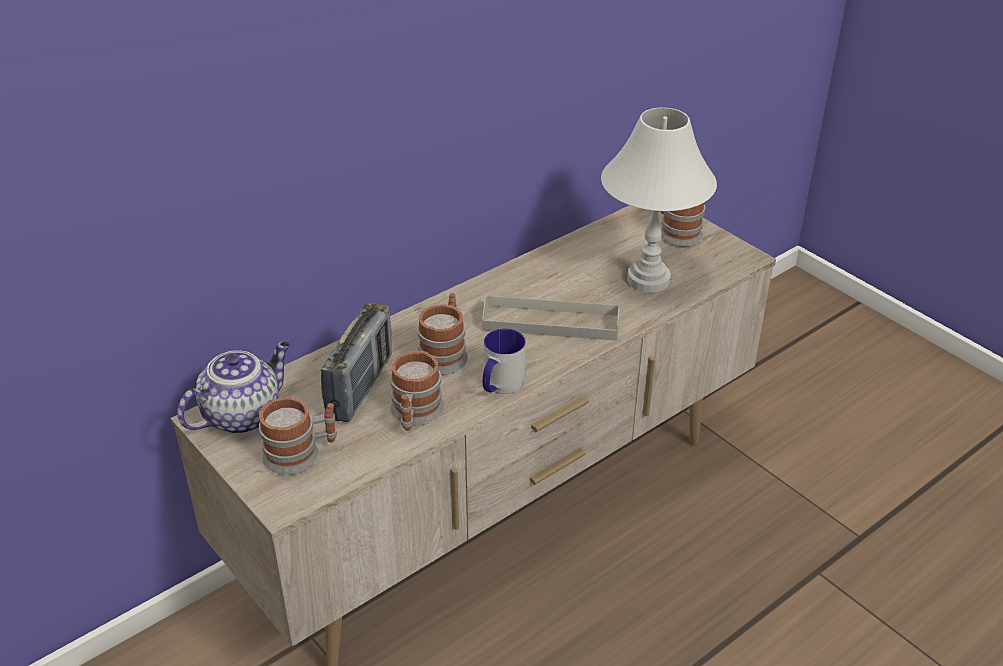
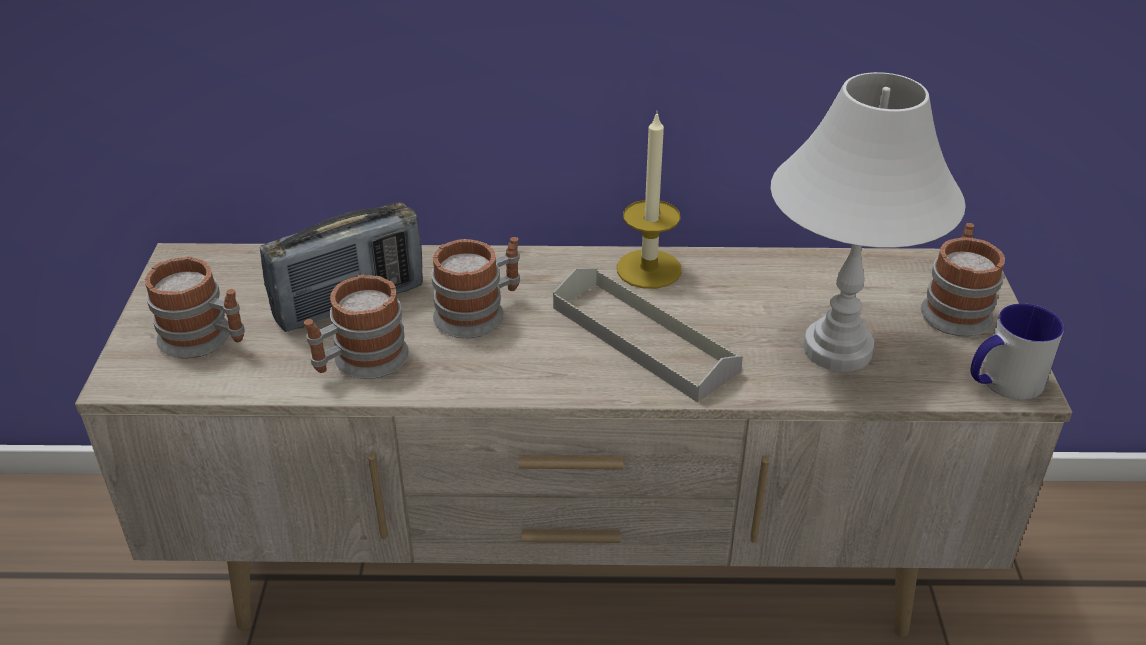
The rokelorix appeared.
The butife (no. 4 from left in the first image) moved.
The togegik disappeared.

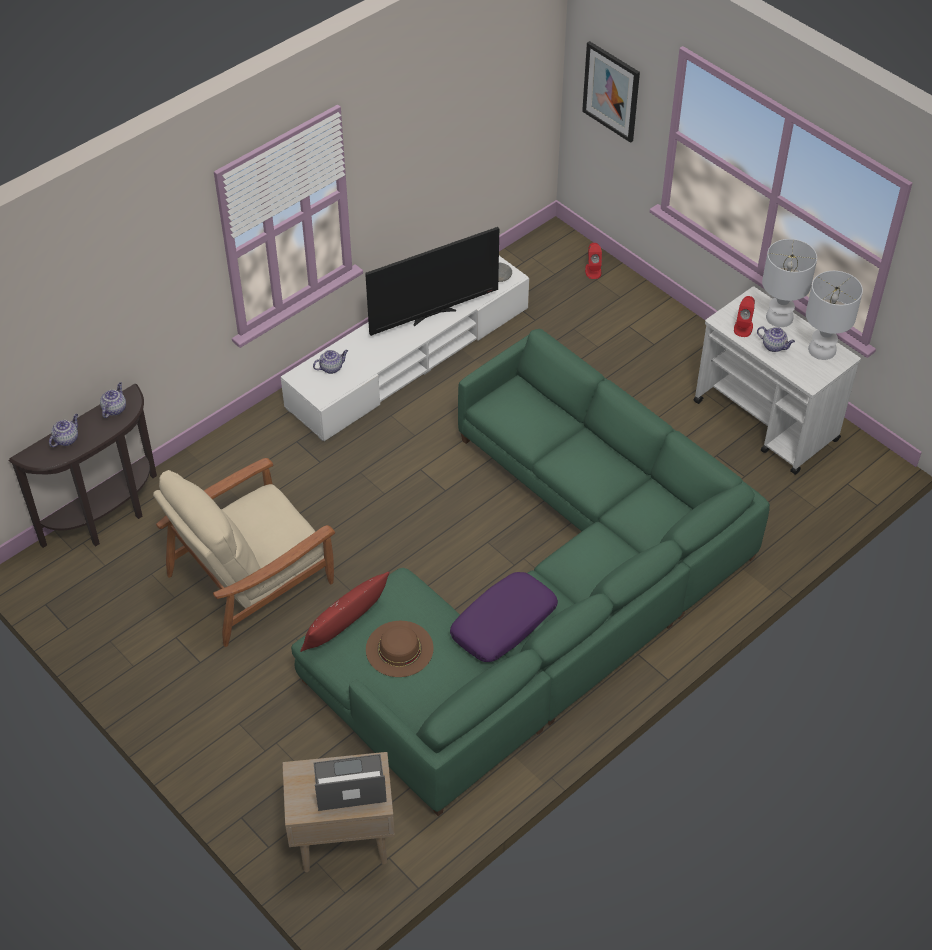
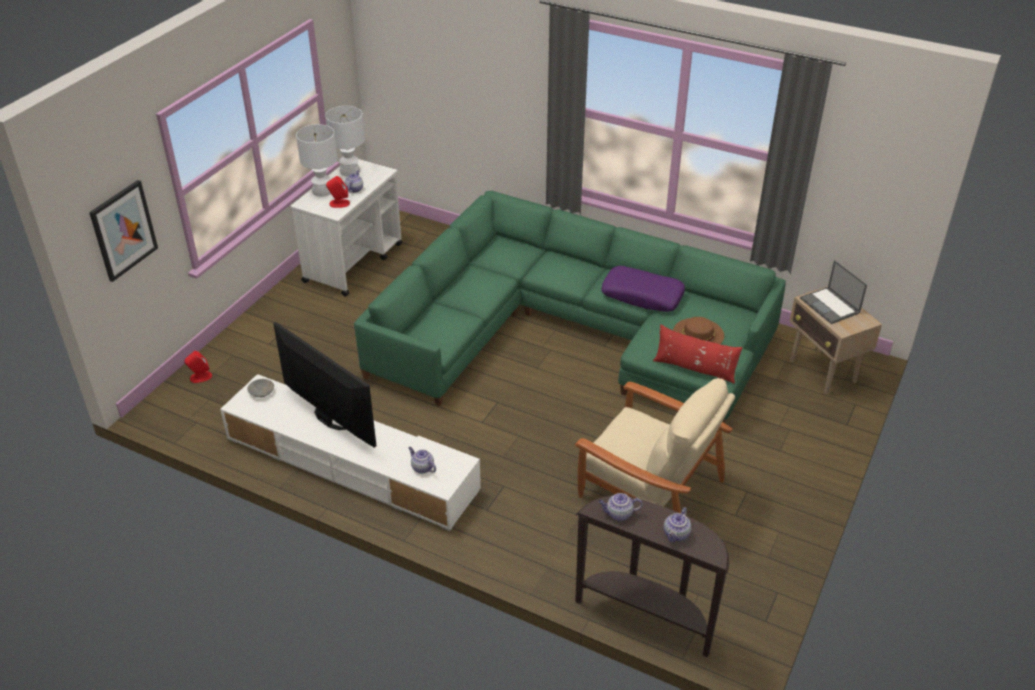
The togegik (no. 1 from left in the first image) turned 75 degrees counterclockwise.

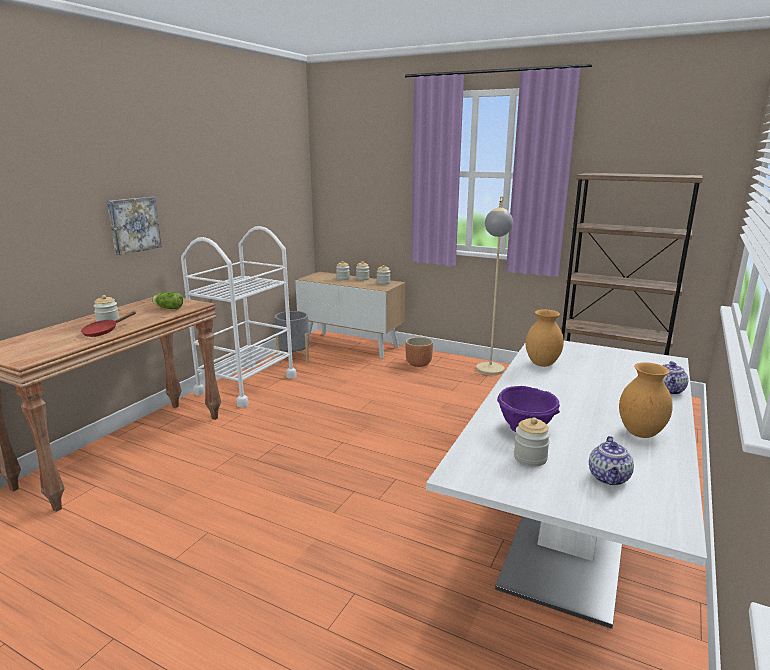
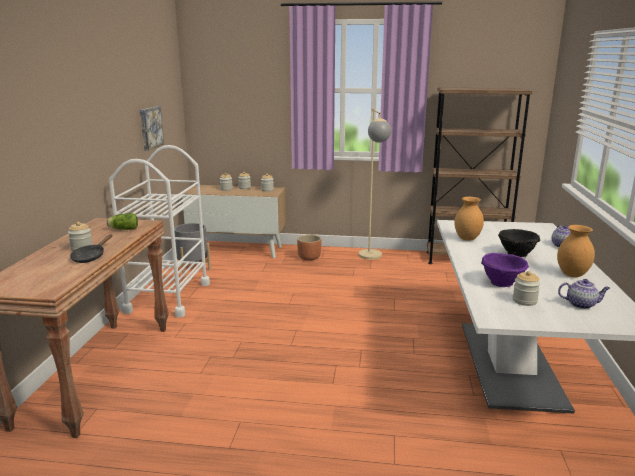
The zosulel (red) became the zosulel (black).
The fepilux moved.
The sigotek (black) appeared.
The togegik (no. 1 from left in the first image) turned 75 degrees counterclockwise.

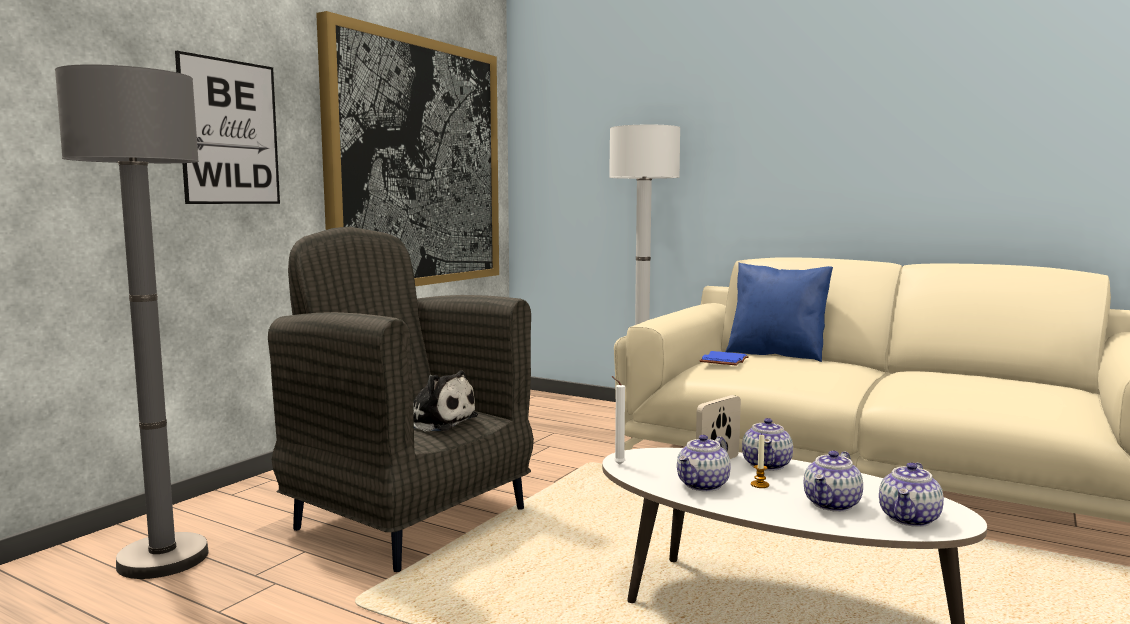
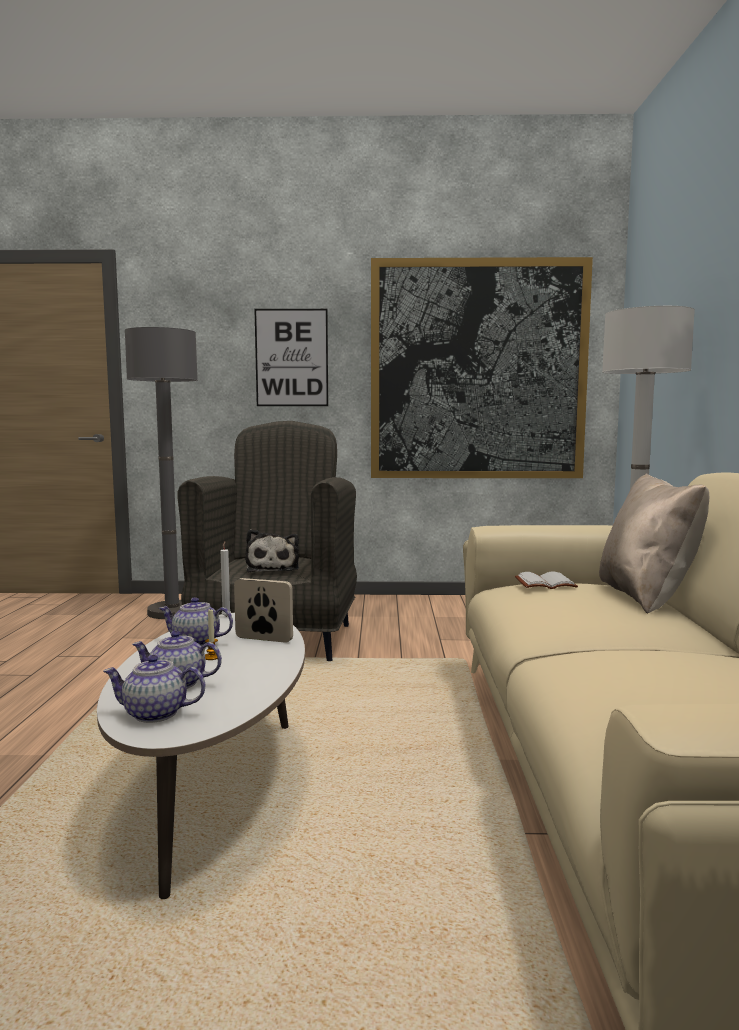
The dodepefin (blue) became the dodepefin (white).
The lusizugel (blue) became the lusizugel (beige).
The togegik (no. 2 from left) disappeared.

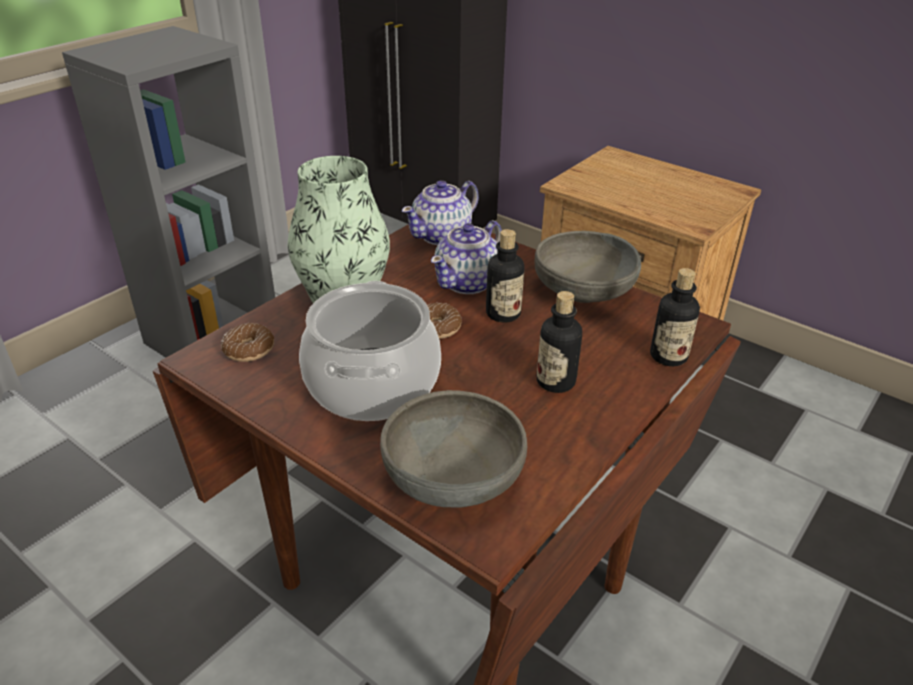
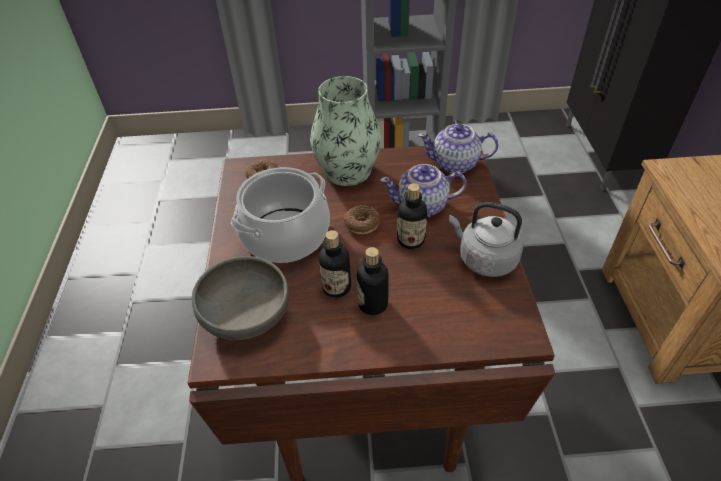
The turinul (no. 3 from left in the first image) moved.
The sigotek (grey) (no. 2 from left) was replaced by the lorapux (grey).

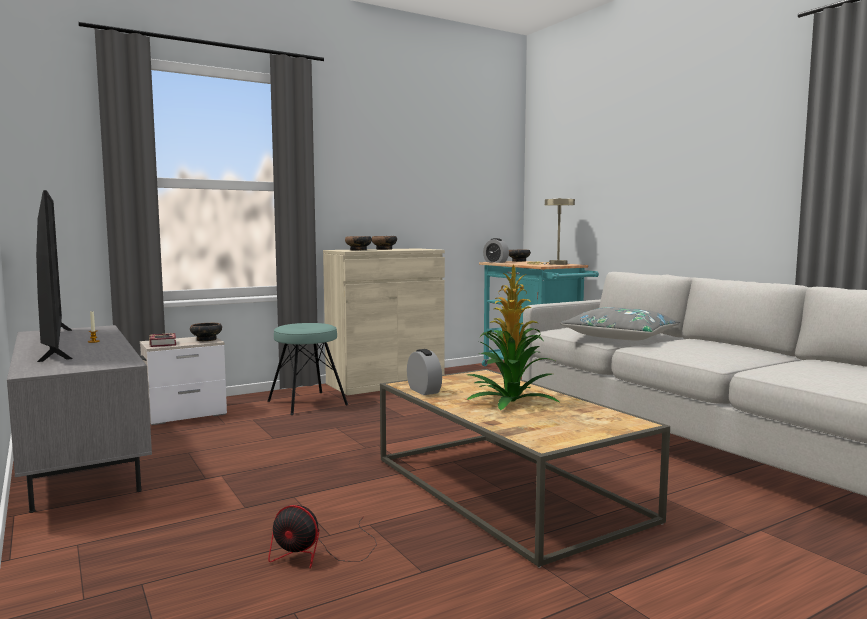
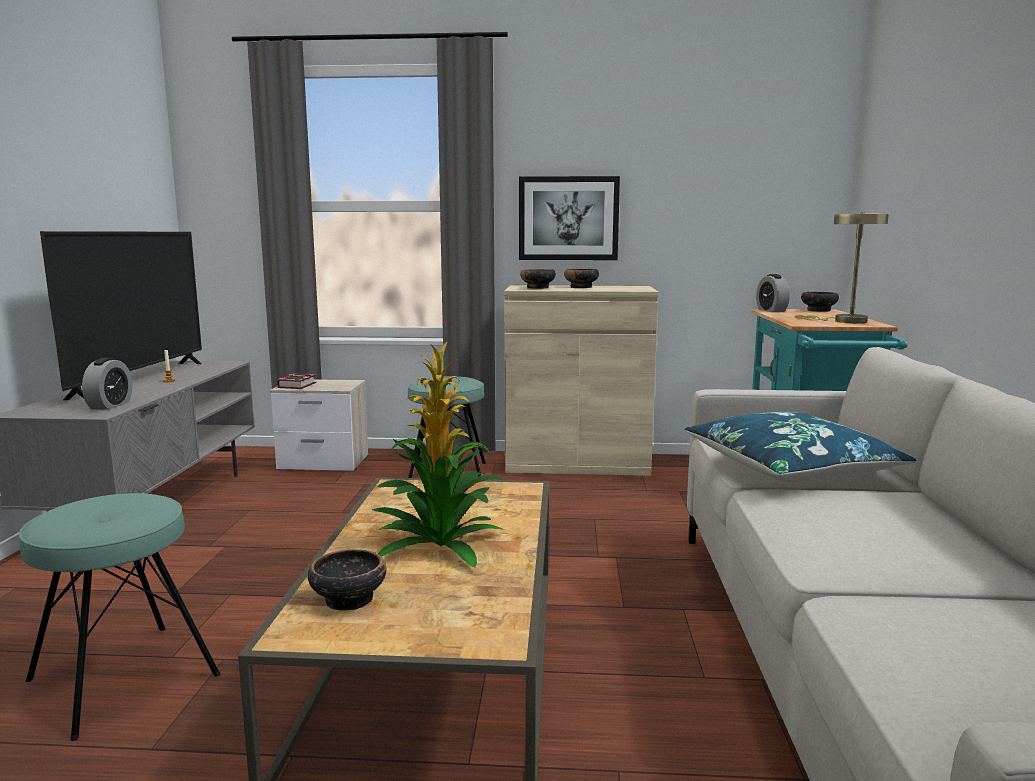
The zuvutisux was replaced by the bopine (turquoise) (no. 1 from left).
The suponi (no. 1 from left) moved.
The sigotek (no. 1 from left) moved.
The fepilux appeared.
The lusizugel (grey) became the lusizugel (blue).

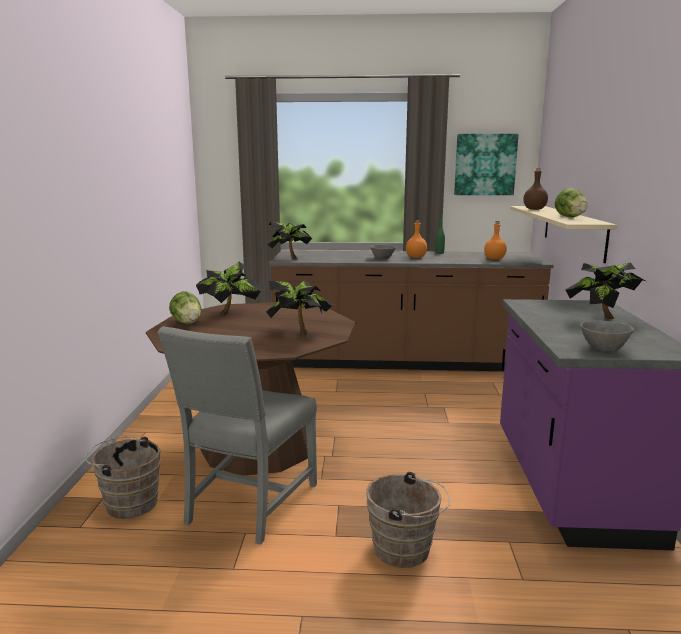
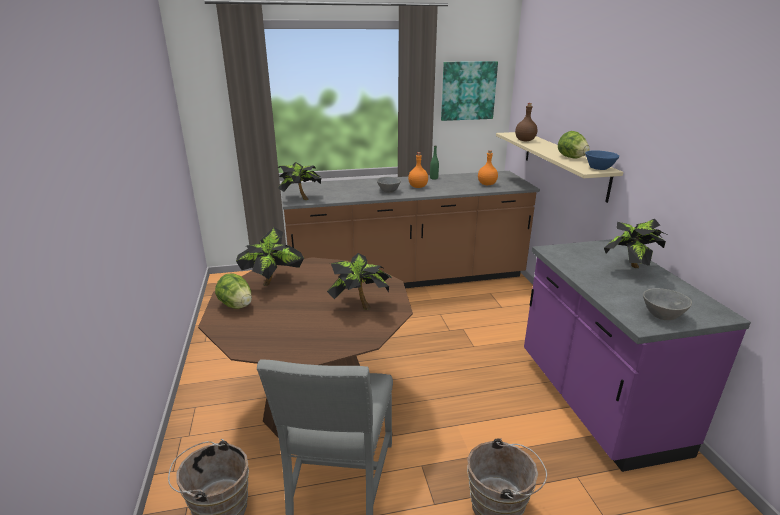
The sigotek (blue) appeared.

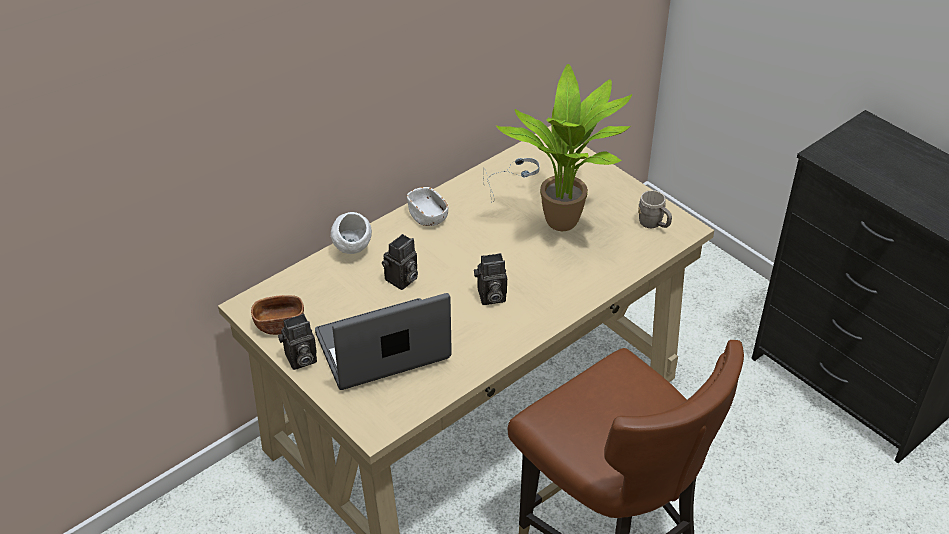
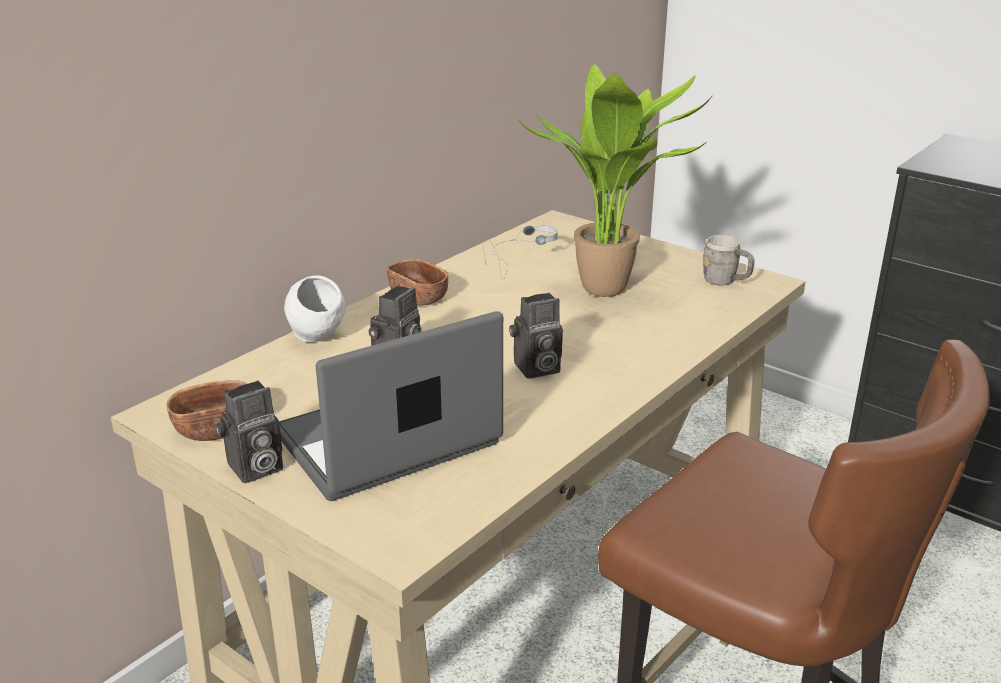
The sigotek (white) (no. 2 from left) became the sigotek (brown) (no. 2 from left).

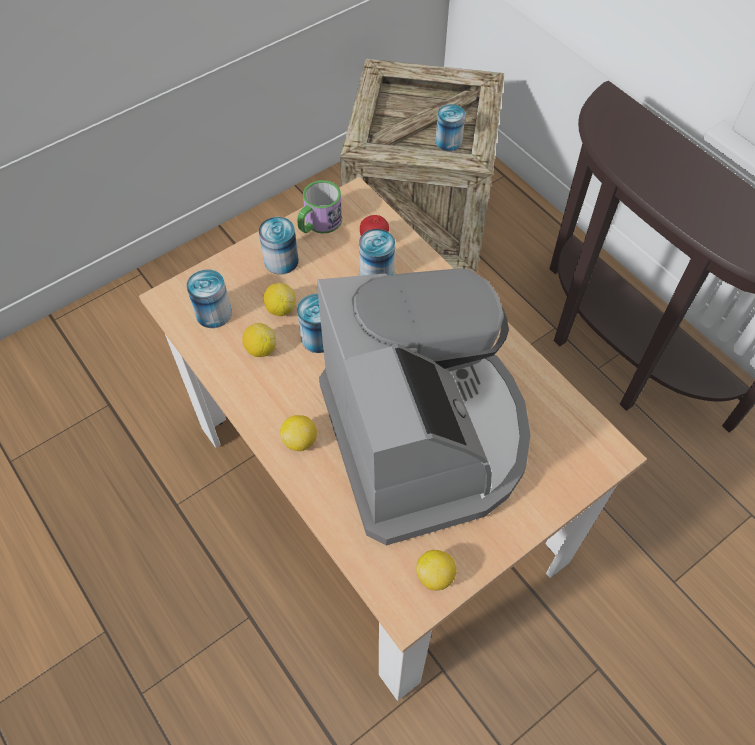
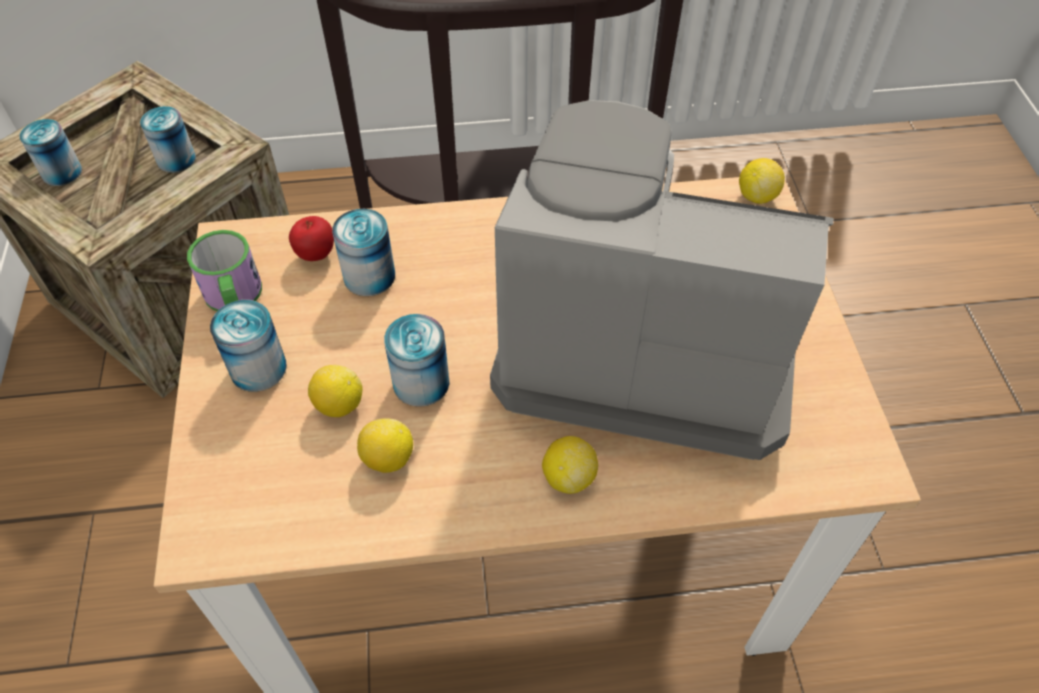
The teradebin (no. 1 from left) moved.
The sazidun (no. 4 from left) moved.

